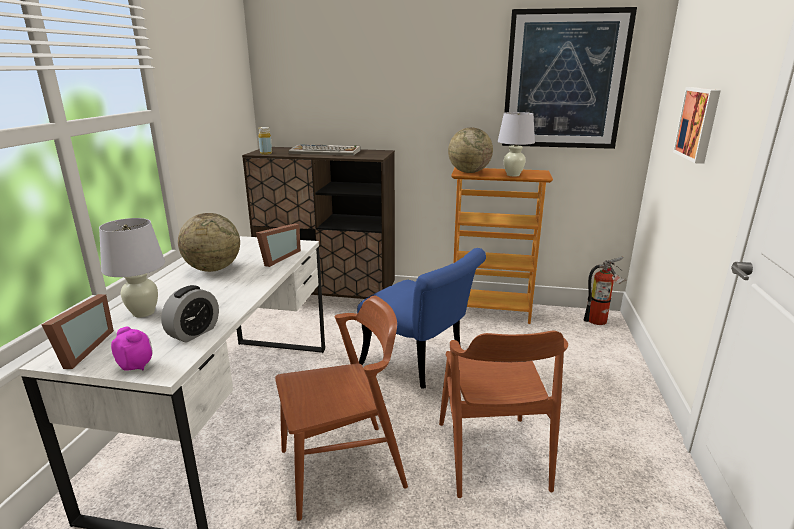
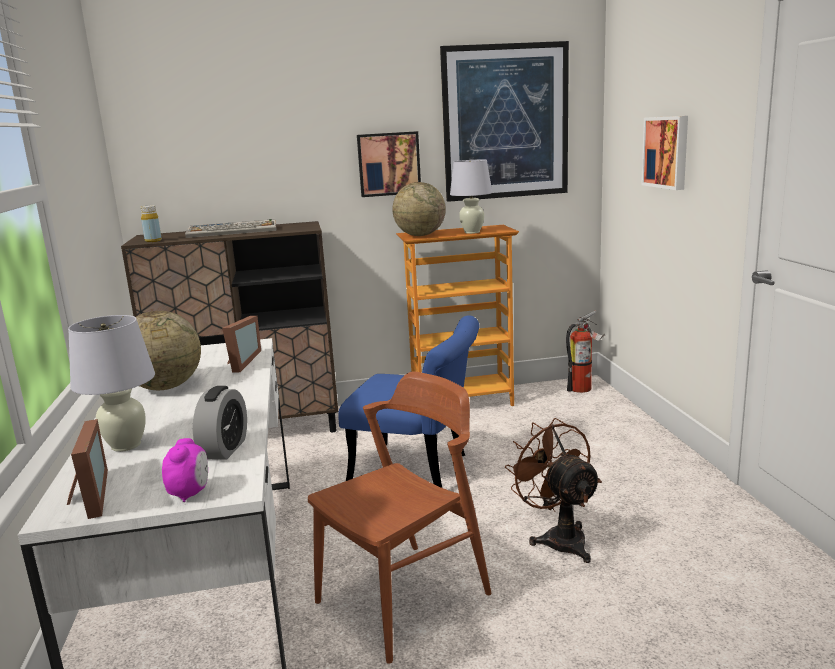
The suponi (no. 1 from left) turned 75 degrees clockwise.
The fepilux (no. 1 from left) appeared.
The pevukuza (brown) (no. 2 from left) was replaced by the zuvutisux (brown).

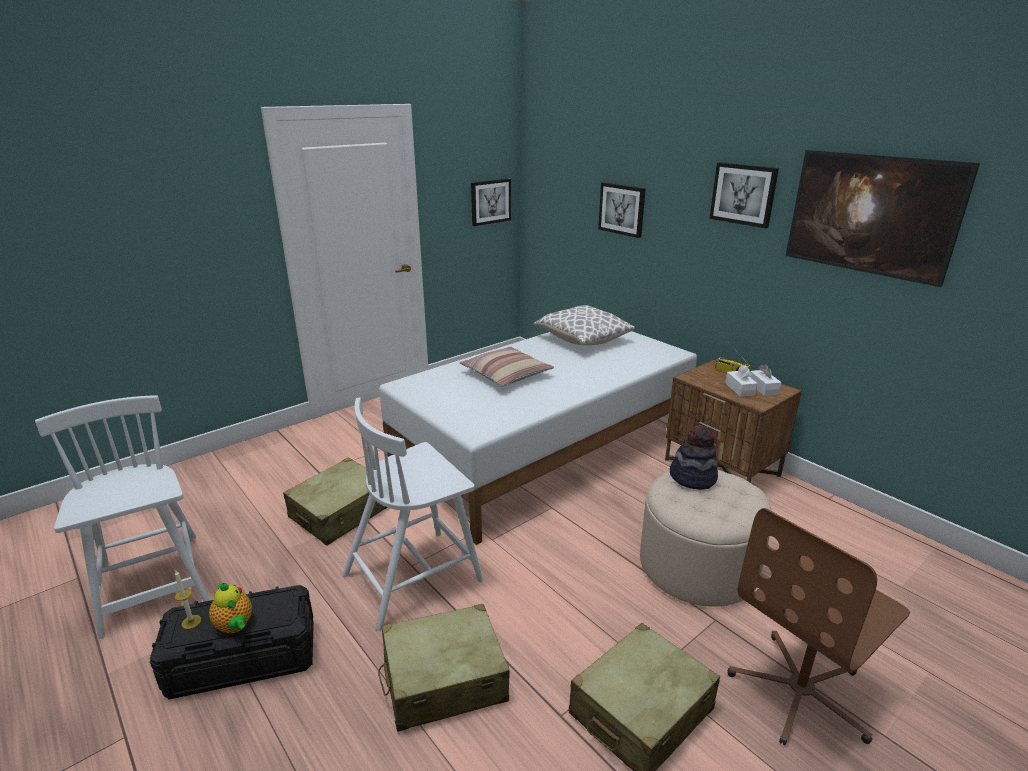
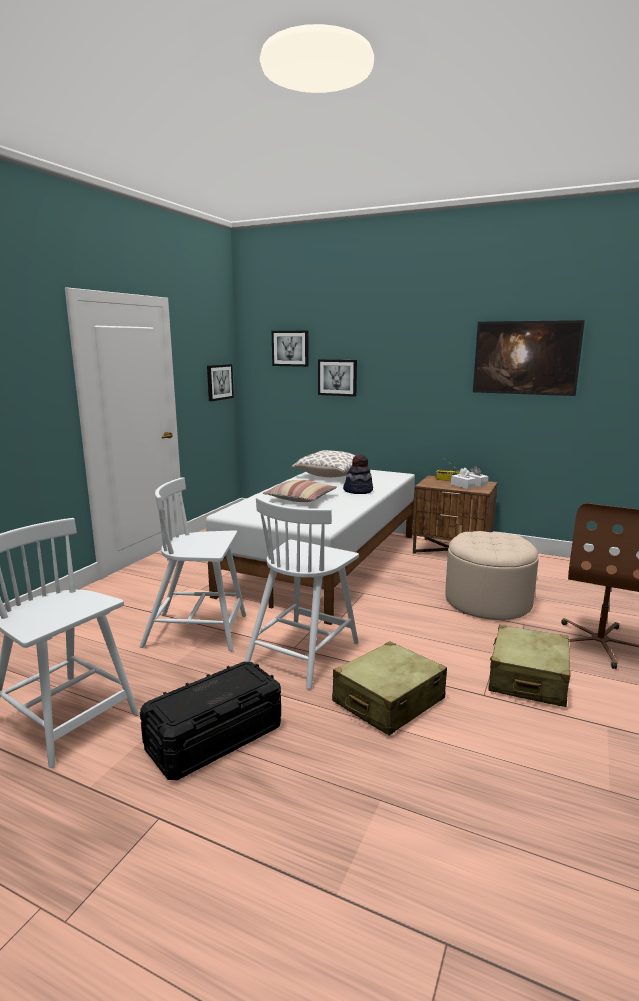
The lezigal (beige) (no. 1 from left) was replaced by the pevukuza (white) (no. 2 from left).
The fepilux (no. 3 from left in the first image) moved.
The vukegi moved.
The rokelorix disappeared.
The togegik disappeared.

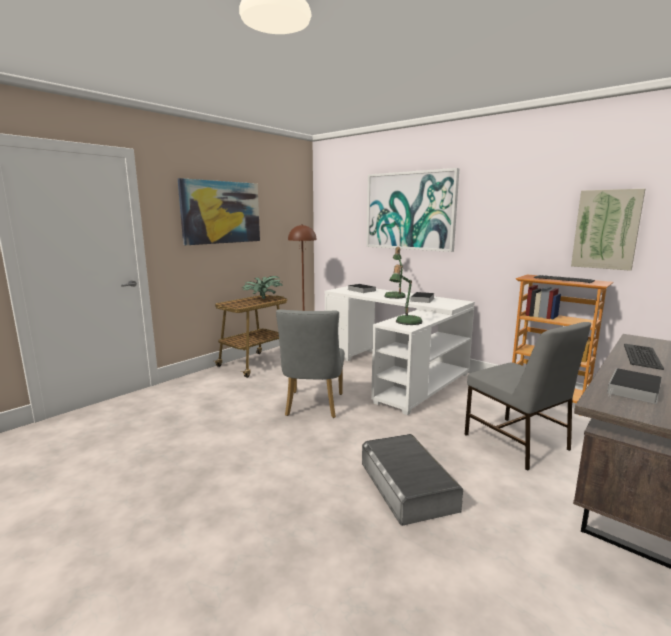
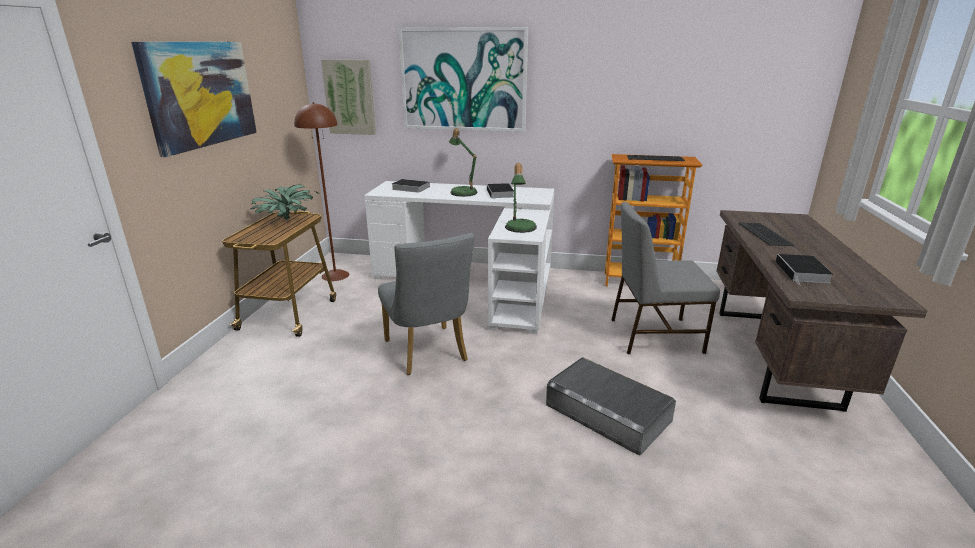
The fepilux (no. 3 from left in the first image) moved.
The pevukuza (grey) (no. 2 from left) turned 150 degrees clockwise.

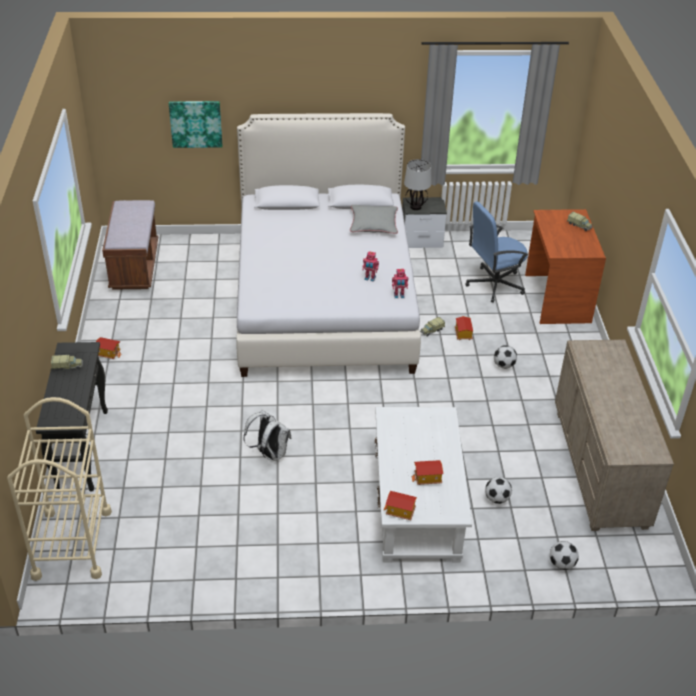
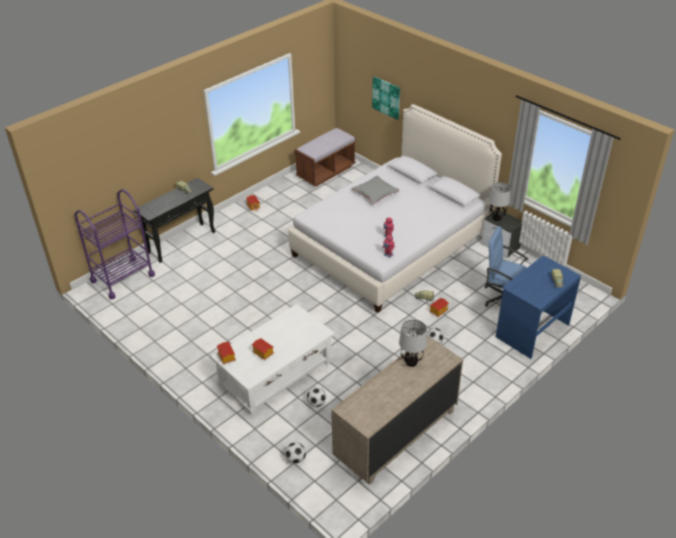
The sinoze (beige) became the sinoze (purple).
The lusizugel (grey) moved.
The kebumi (no. 1 from left) appeared.
The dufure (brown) became the dufure (blue).
The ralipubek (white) disappeared.

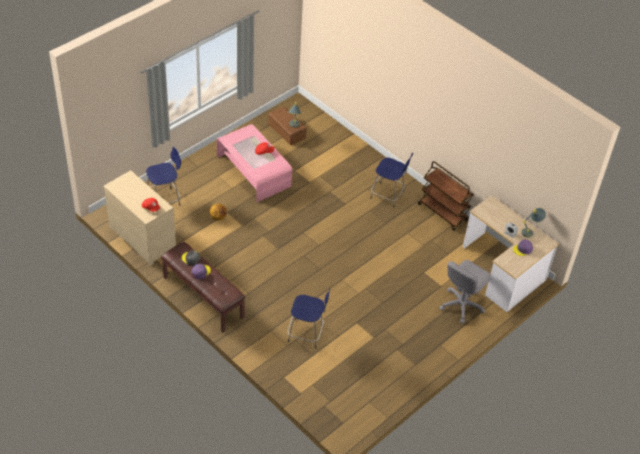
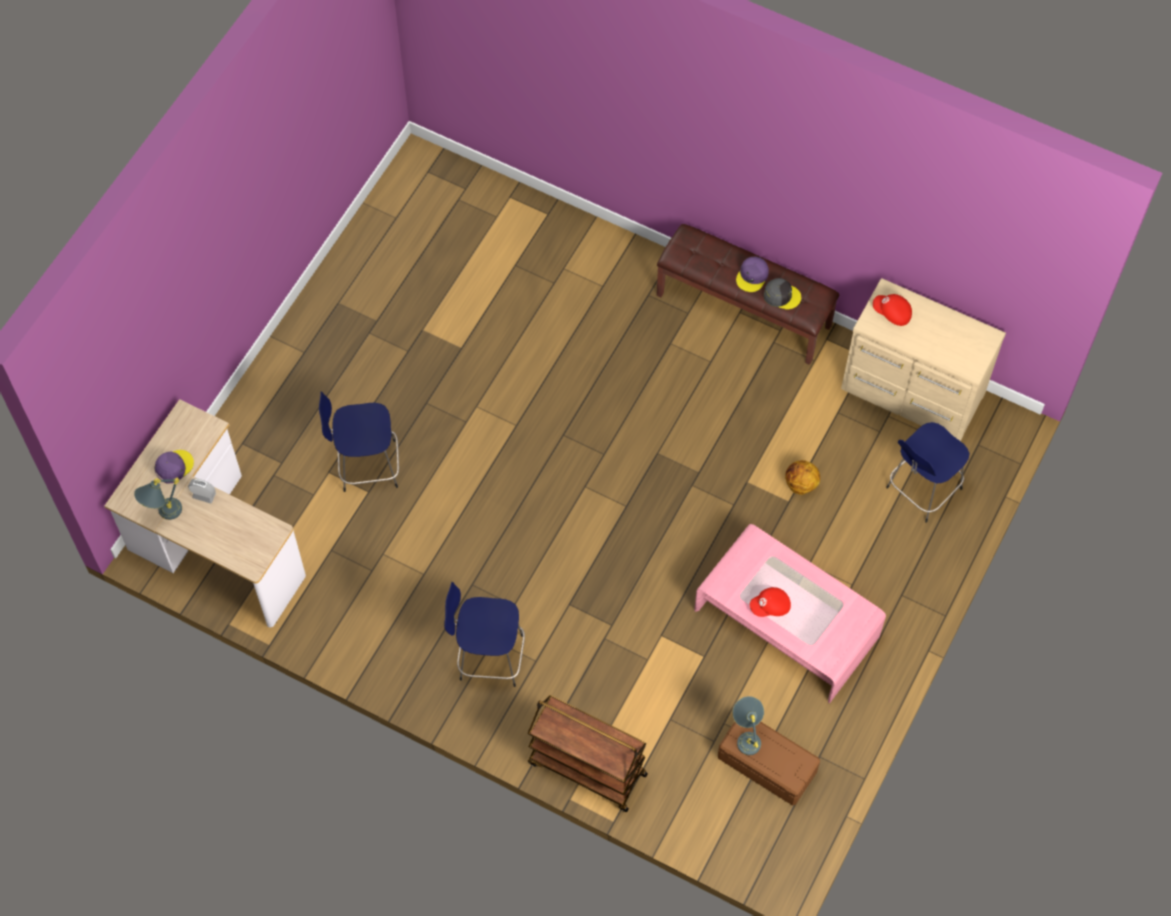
The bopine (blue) (no. 2 from left in the first image) moved.
The sinoze (brown) moved.
The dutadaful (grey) disappeared.

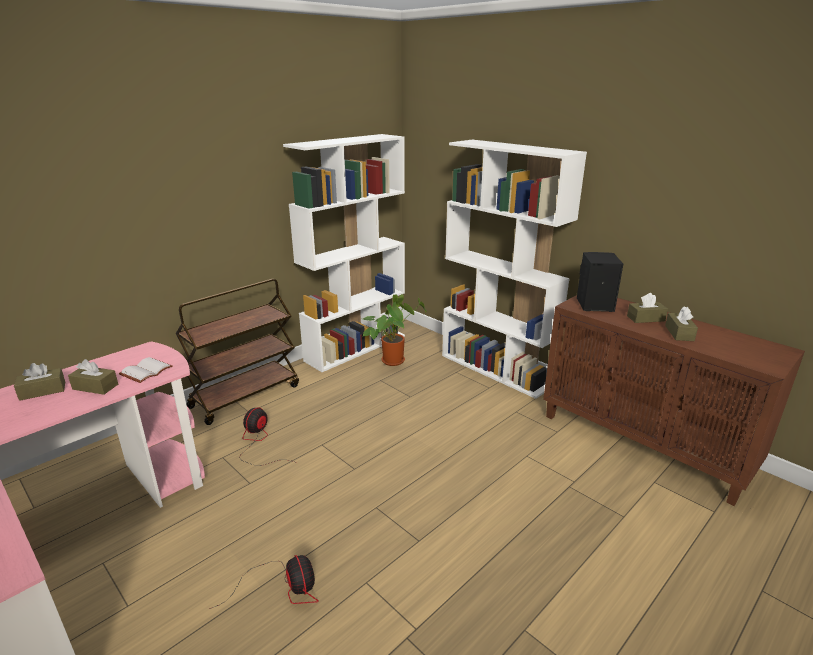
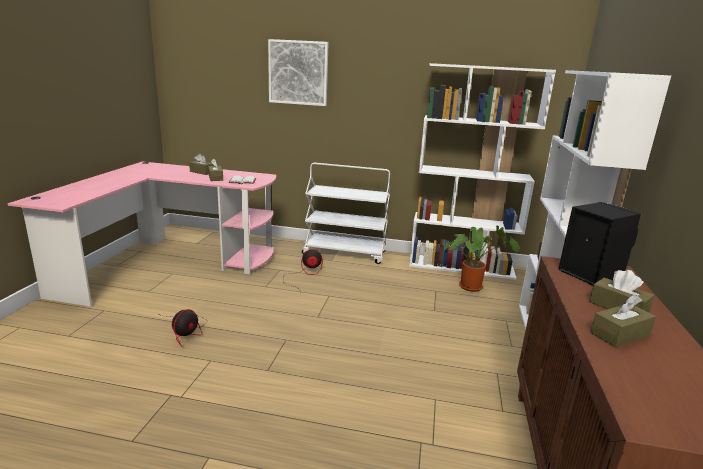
The fepilux appeared.
The sinoze (brown) became the sinoze (white).

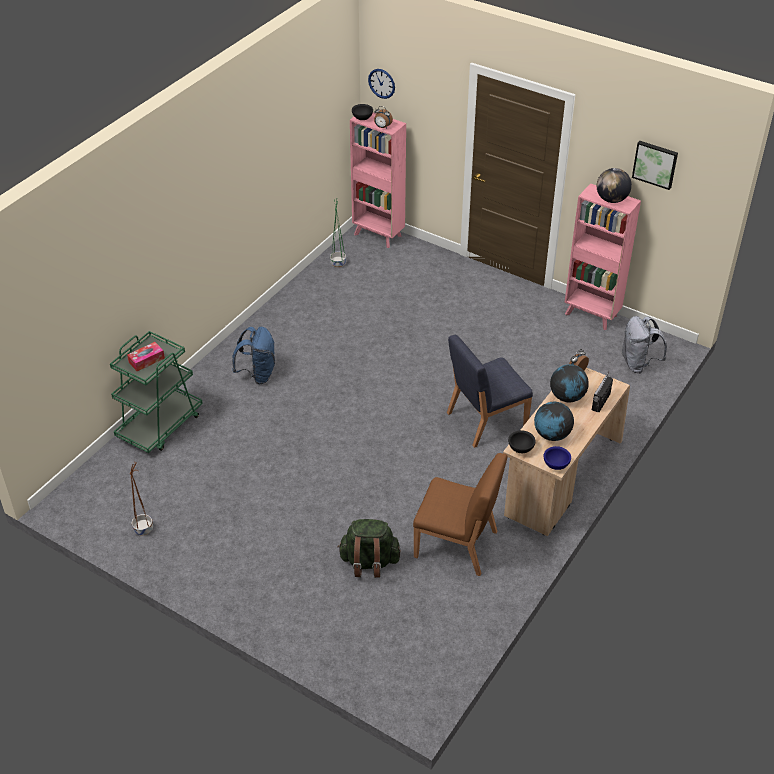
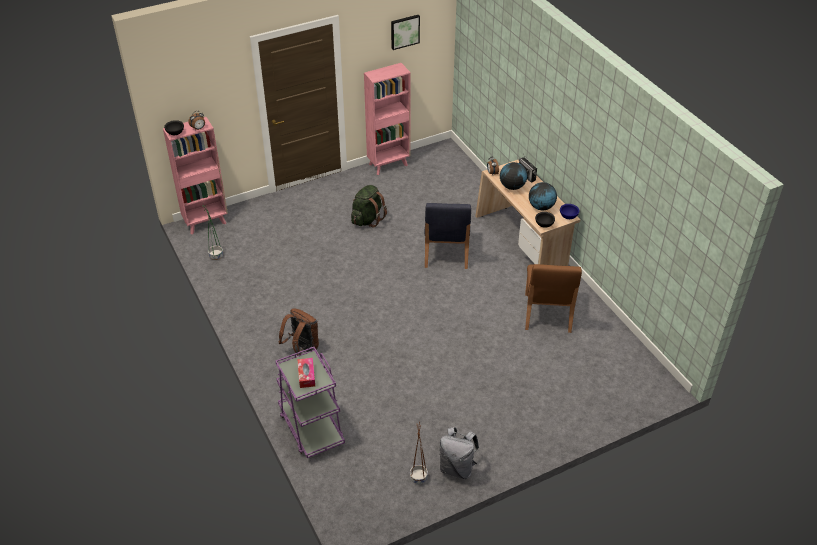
The sinoze (green) became the sinoze (purple).
The ralipubek (blue) became the ralipubek (brown).
The ralipubek (green) moved.
The ralipubek (grey) moved.
The pevukuza (brown) turned 135 degrees clockwise.
The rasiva disappeared.
The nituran (no. 3 from left) disappeared.

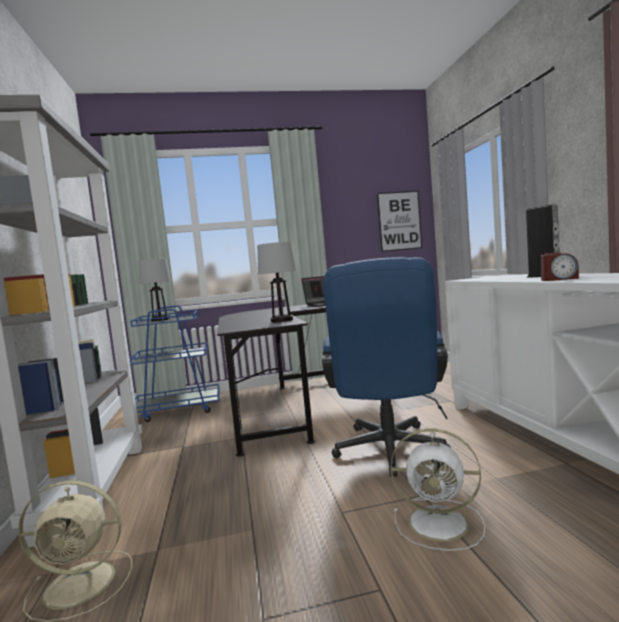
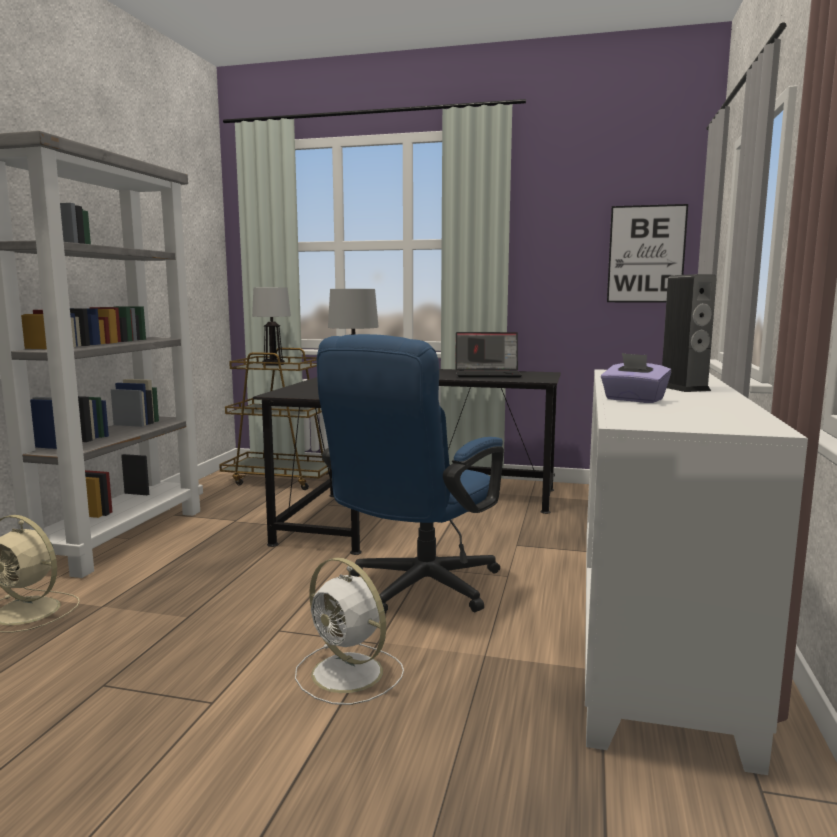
The sinoze (blue) became the sinoze (brown).
The suponi was replaced by the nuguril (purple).

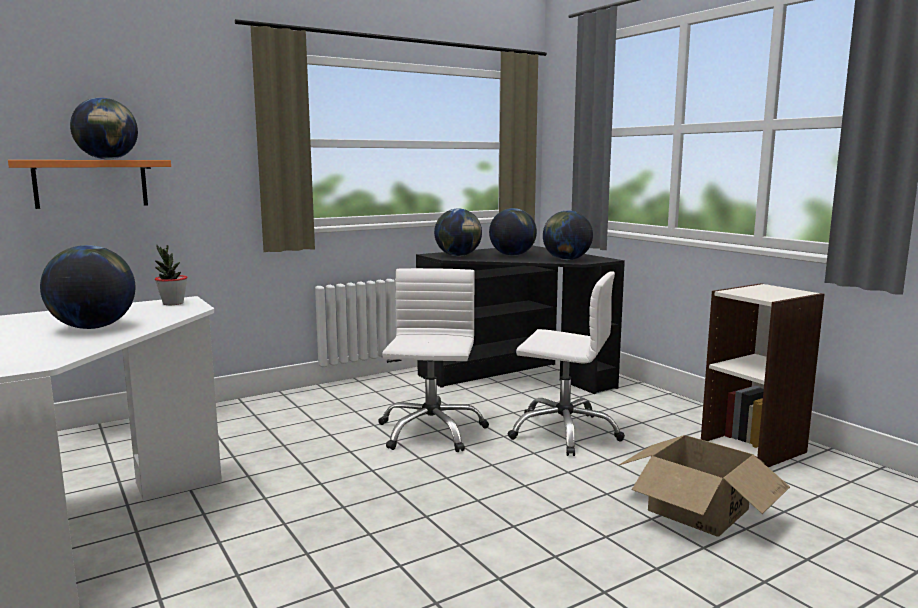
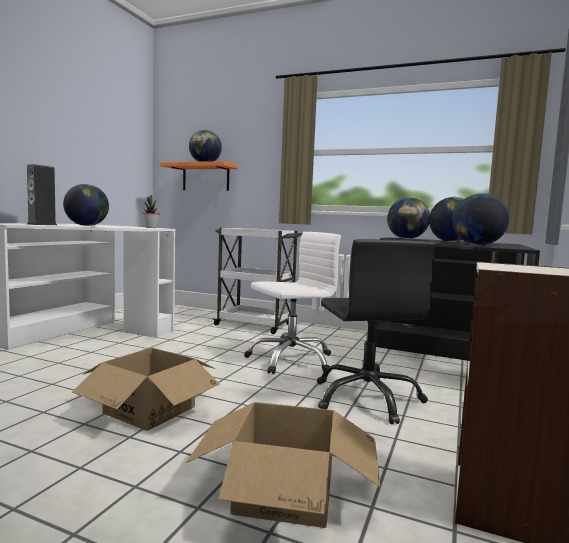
The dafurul appeared.
The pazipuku (no. 1 from left) appeared.
The sinoze (white) appeared.
The dutadaful (white) (no. 2 from left) became the dutadaful (black).

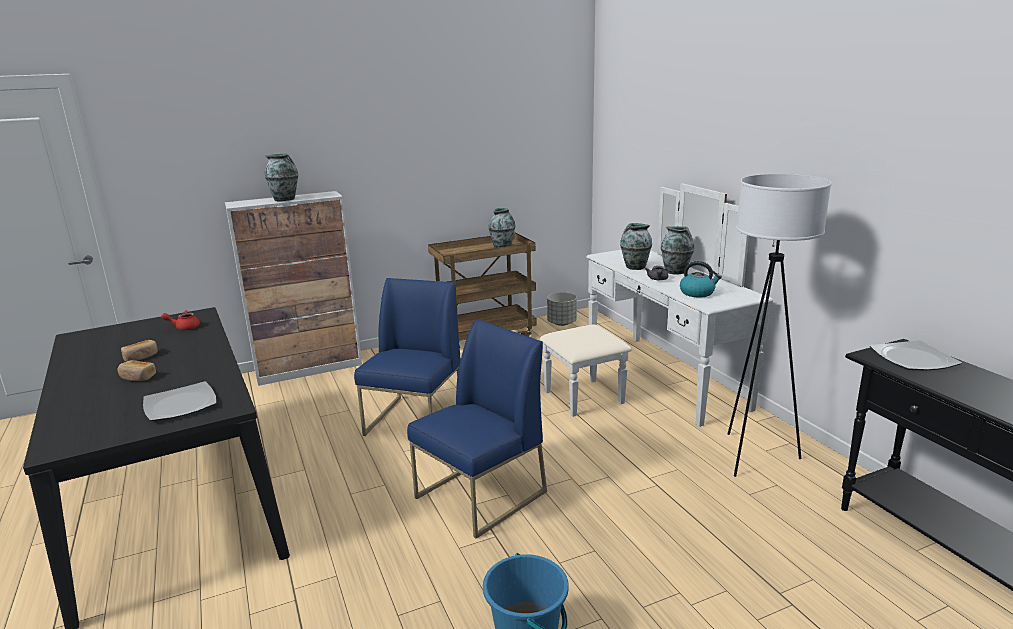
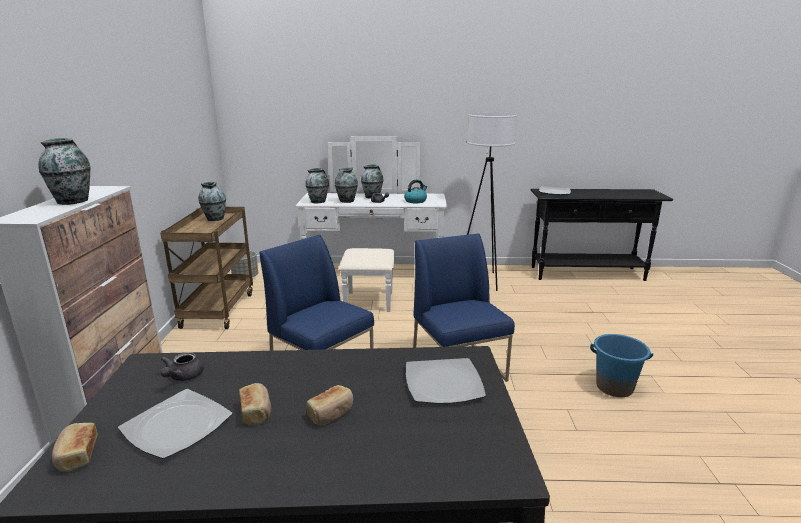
The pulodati (no. 1 from left) appeared.
The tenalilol (no. 1 from left) appeared.
The togegik (red) became the togegik (grey) (no. 1 from left).
The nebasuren (no. 3 from left) appeared.

